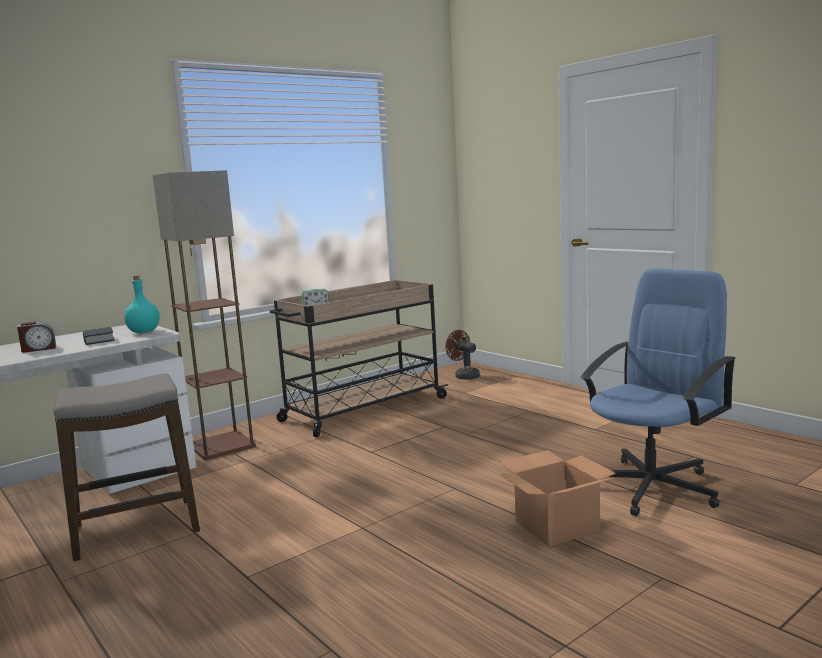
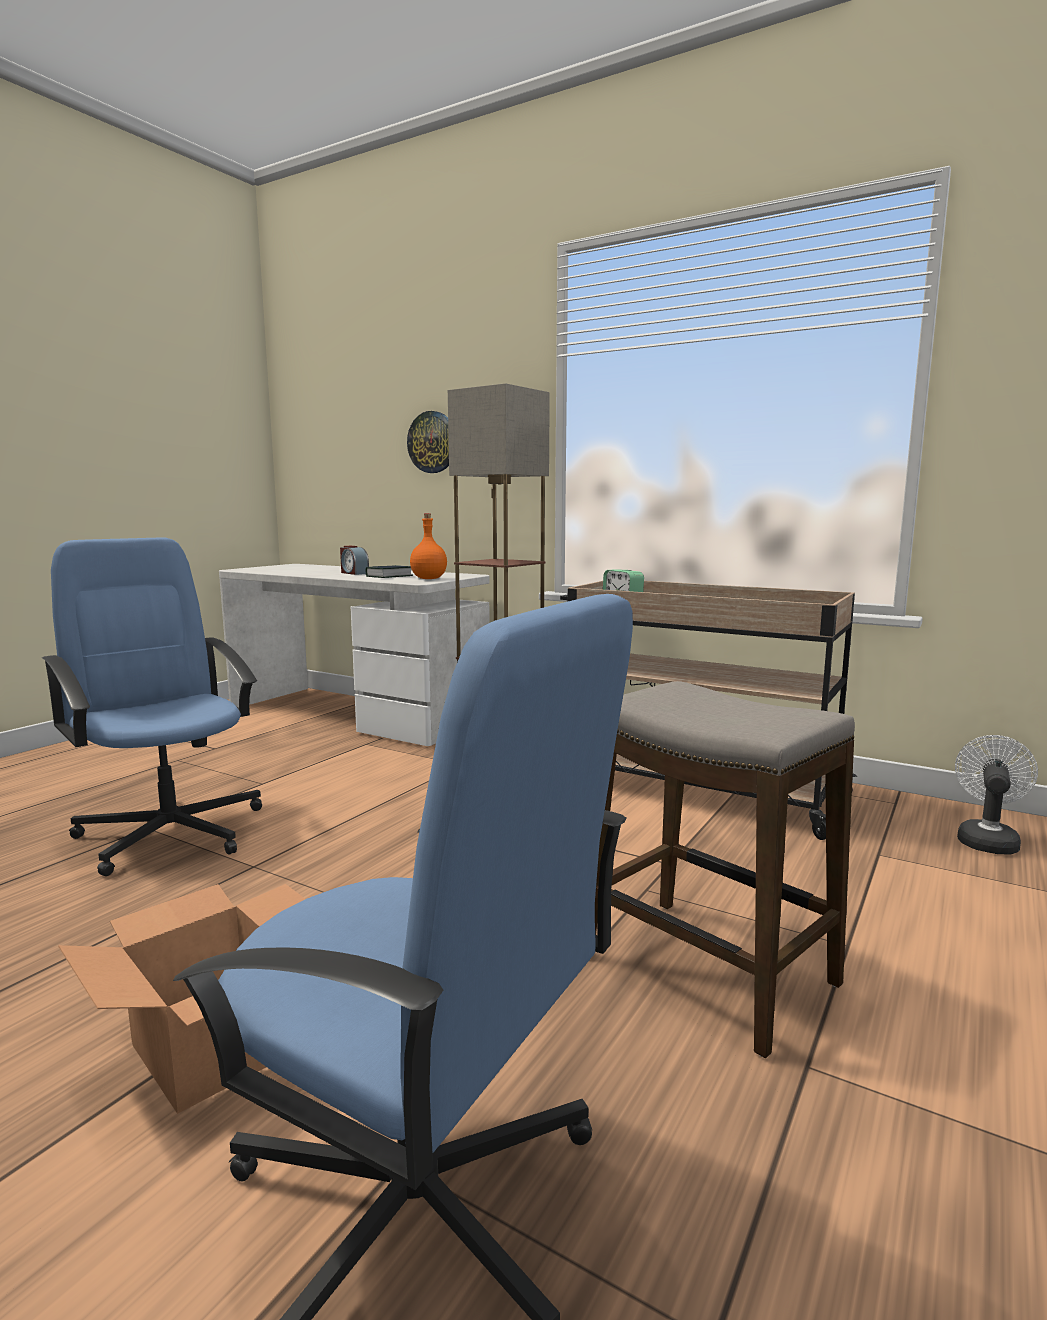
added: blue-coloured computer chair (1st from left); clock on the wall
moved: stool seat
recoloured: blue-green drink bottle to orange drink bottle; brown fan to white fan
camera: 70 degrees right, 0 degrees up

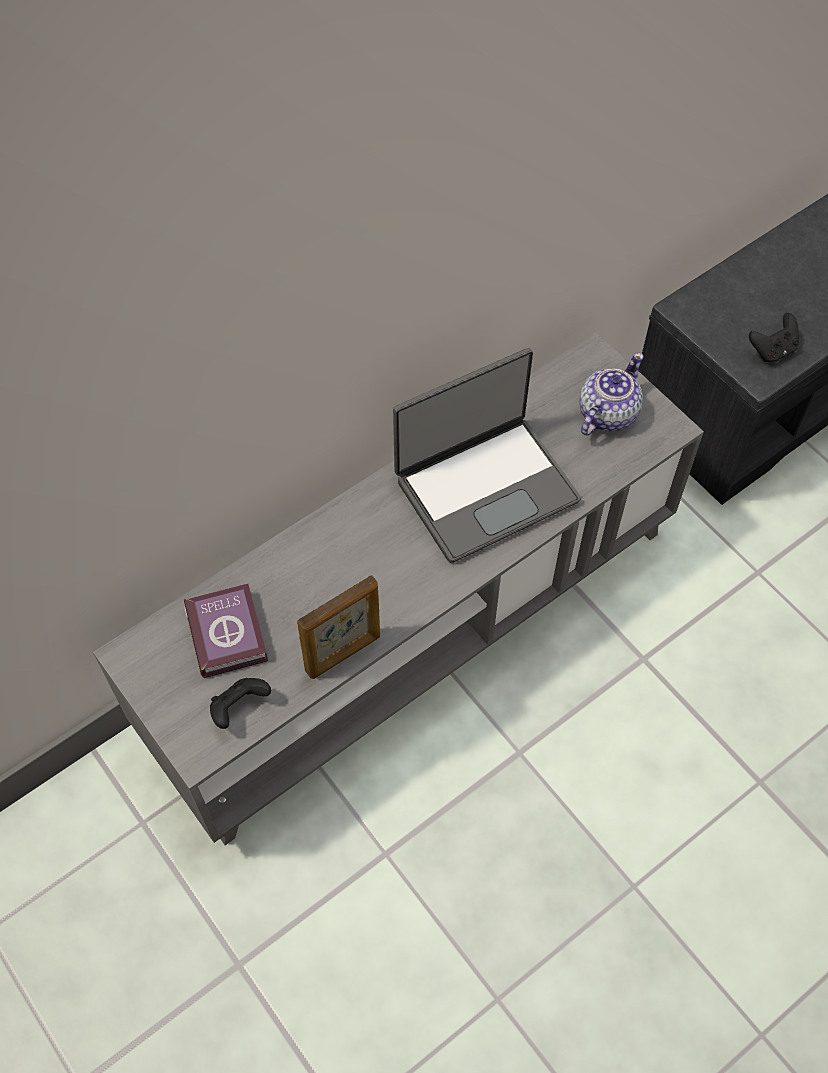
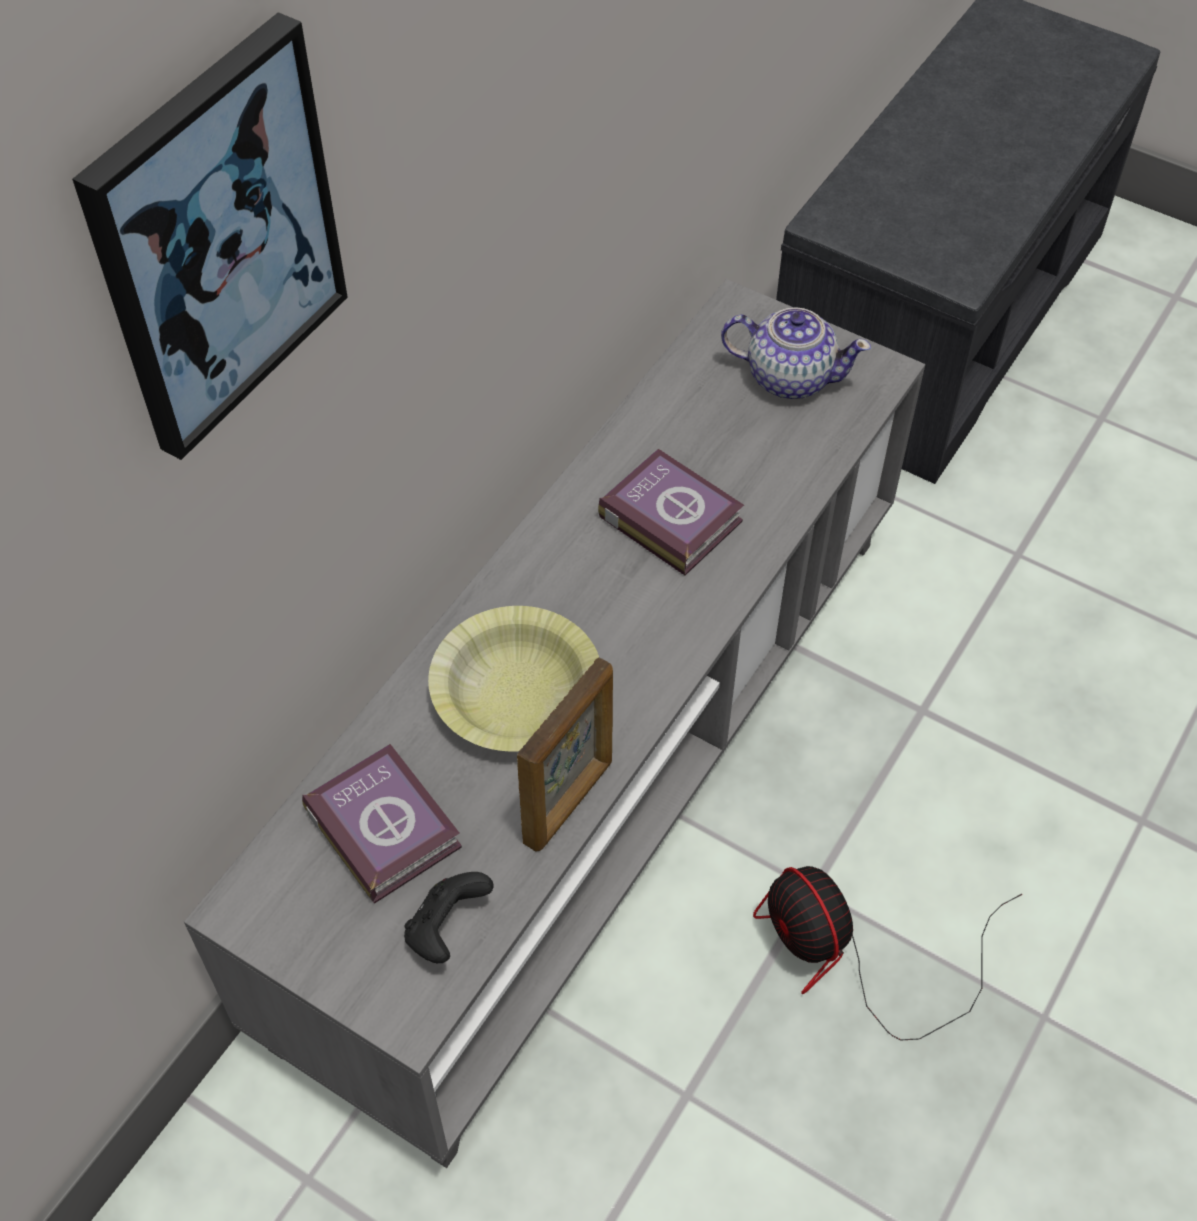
removed: blackish joypad (2nd from left)
added: wall picture; yellowish deep dish; fan
replaced: portable computer to volume (2nd from left)
turned: pot for tea 90 degrees clockwise
camera: 20 degrees left, 5 degrees down

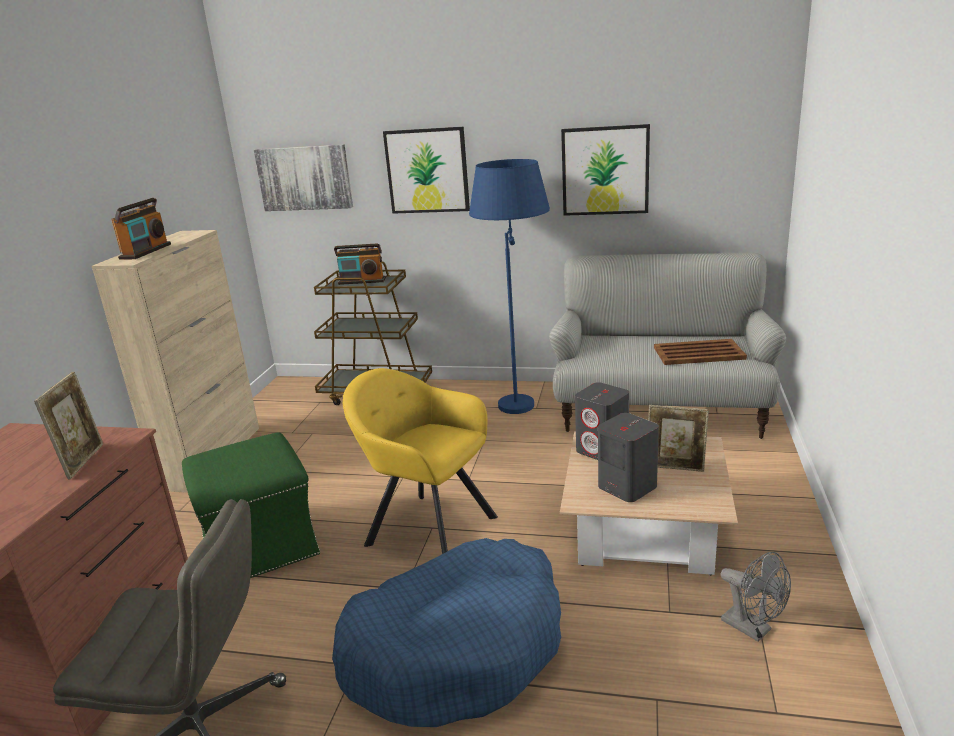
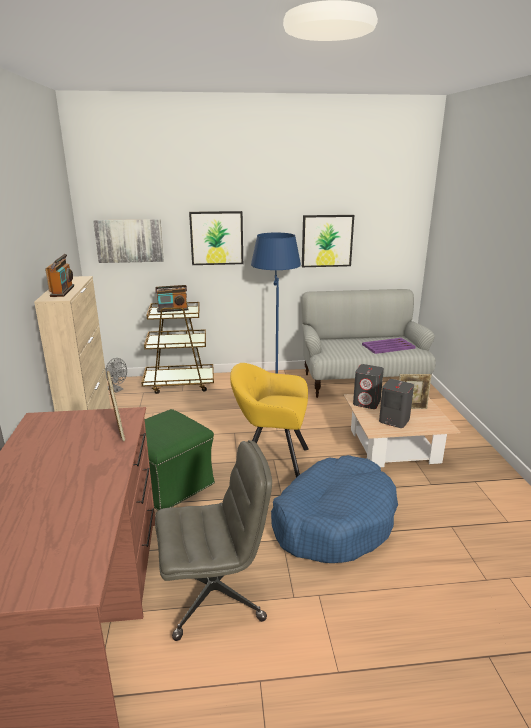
moved: grey fan
recoloured: brown serving tray to purple-coloured serving tray
camera: 20 degrees left, 0 degrees up

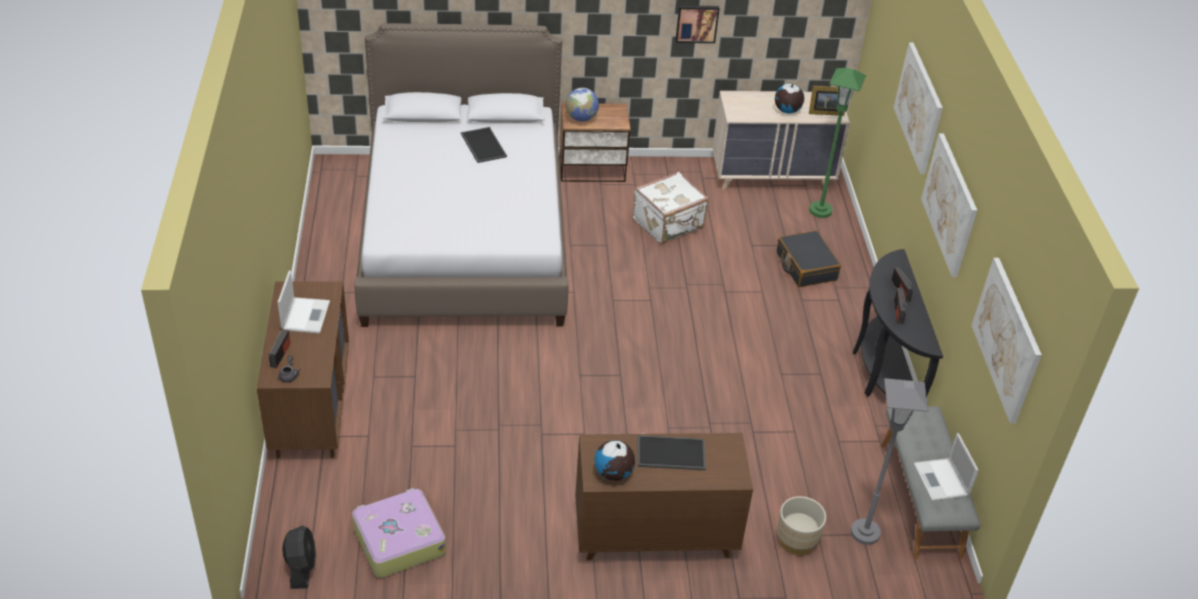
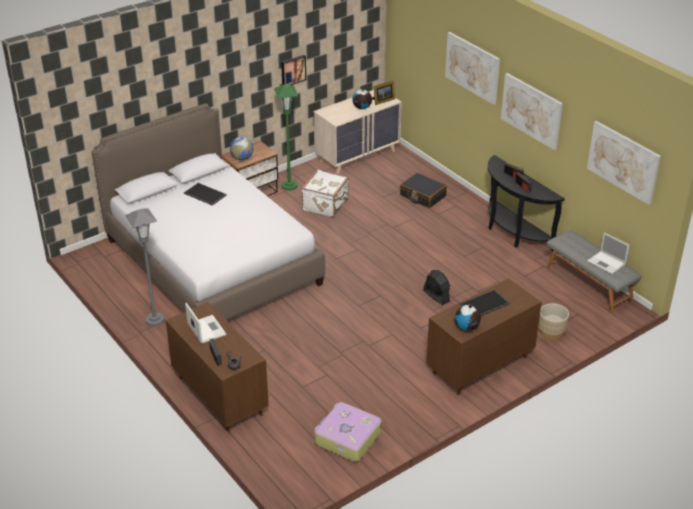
moved: blackish fan; green floor lamp; grey floor lamp
camera: 30 degrees left, 5 degrees down

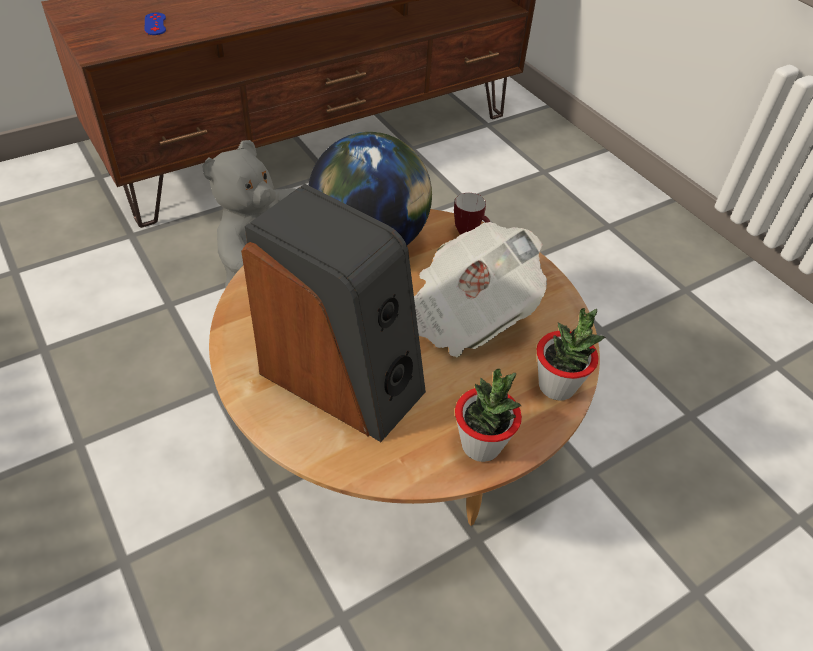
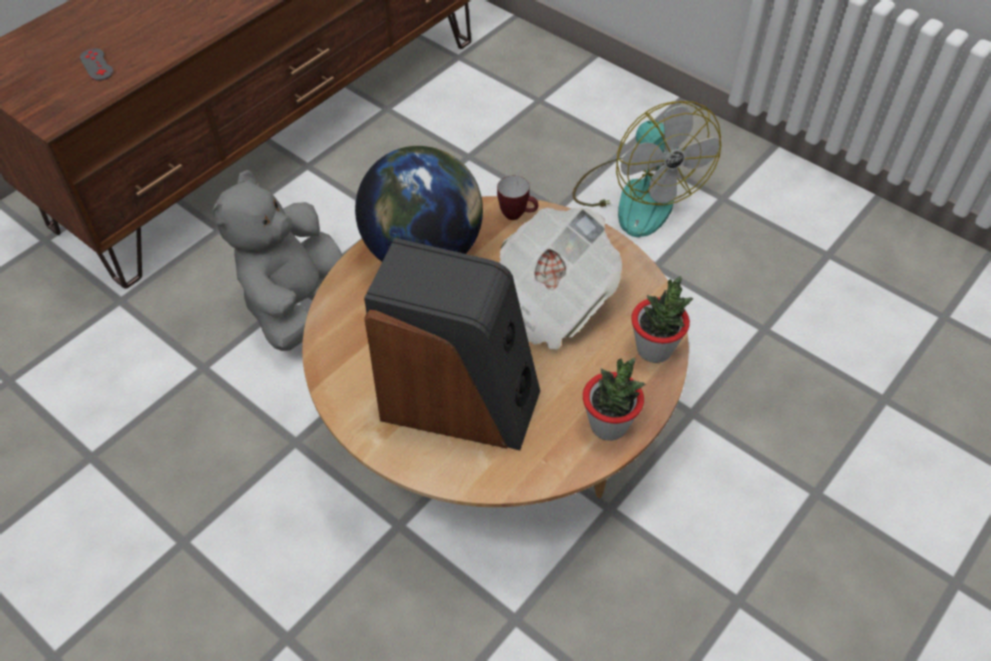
added: fan
recoloured: blue-coloured joypad to grey joypad
camera: 15 degrees left, 5 degrees up

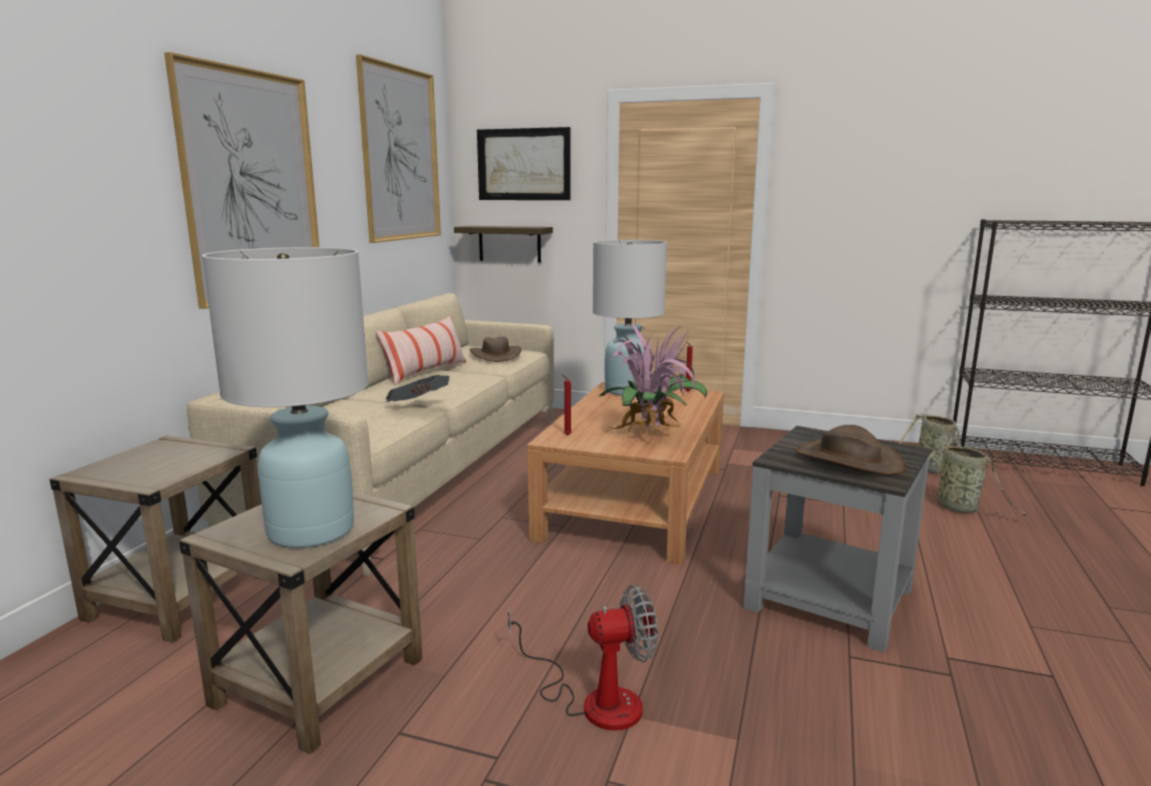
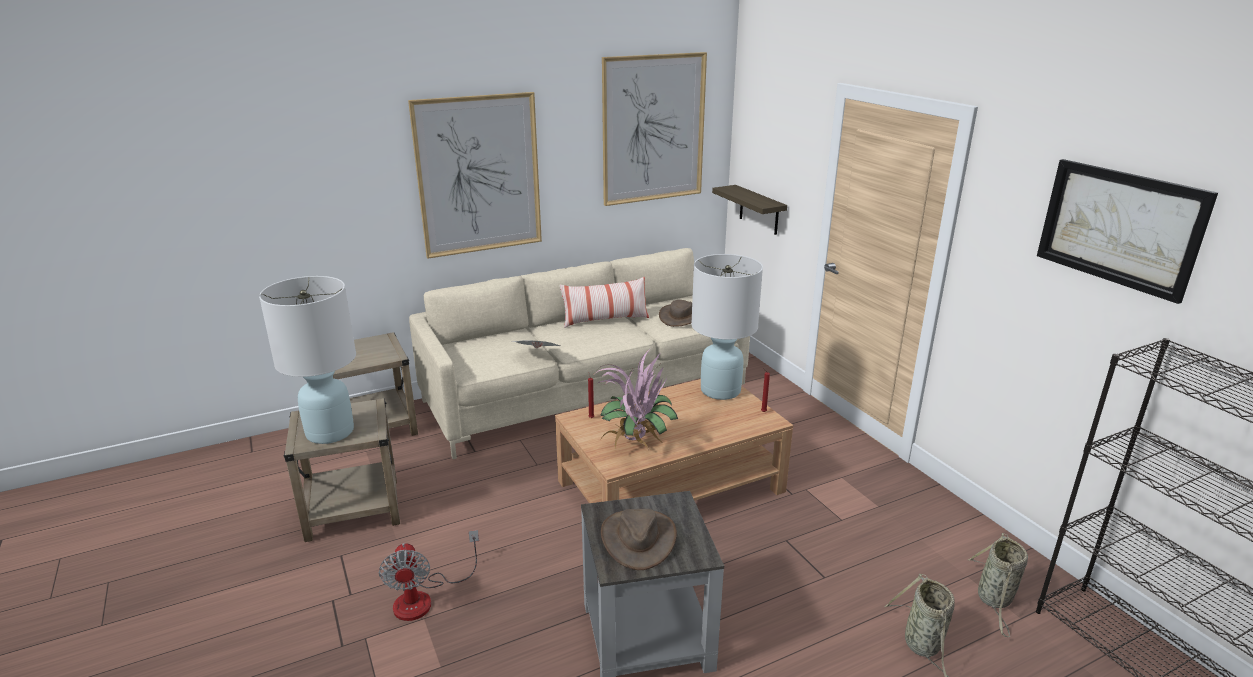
moved: wall picture (3rd from left)
turned: fan 45 degrees clockwise
camera: 45 degrees right, 10 degrees up

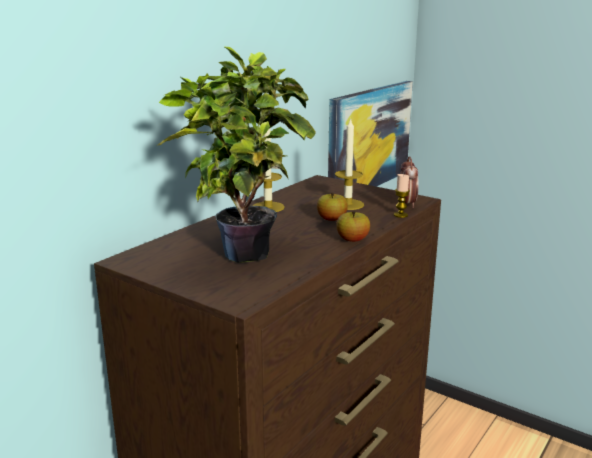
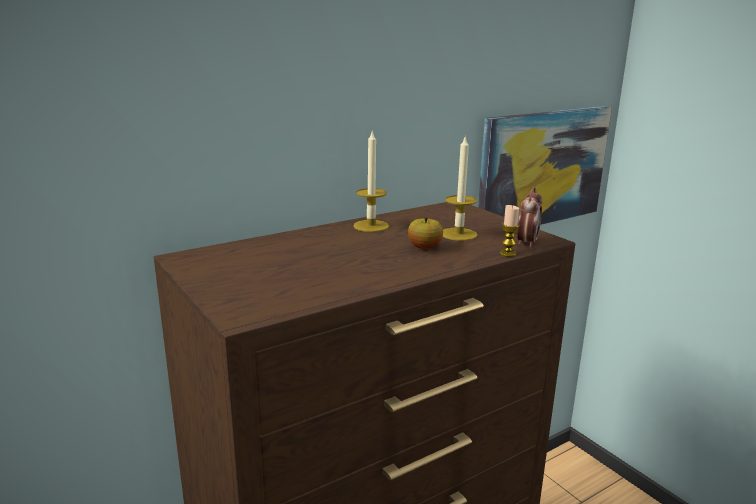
removed: potted plant; whole apple (2nd from left)
camera: 20 degrees right, 0 degrees up

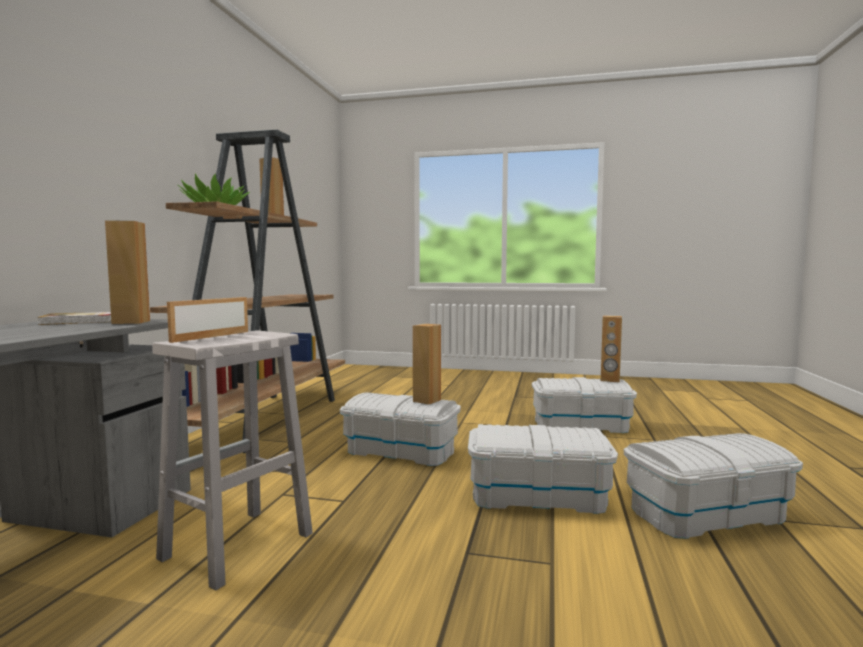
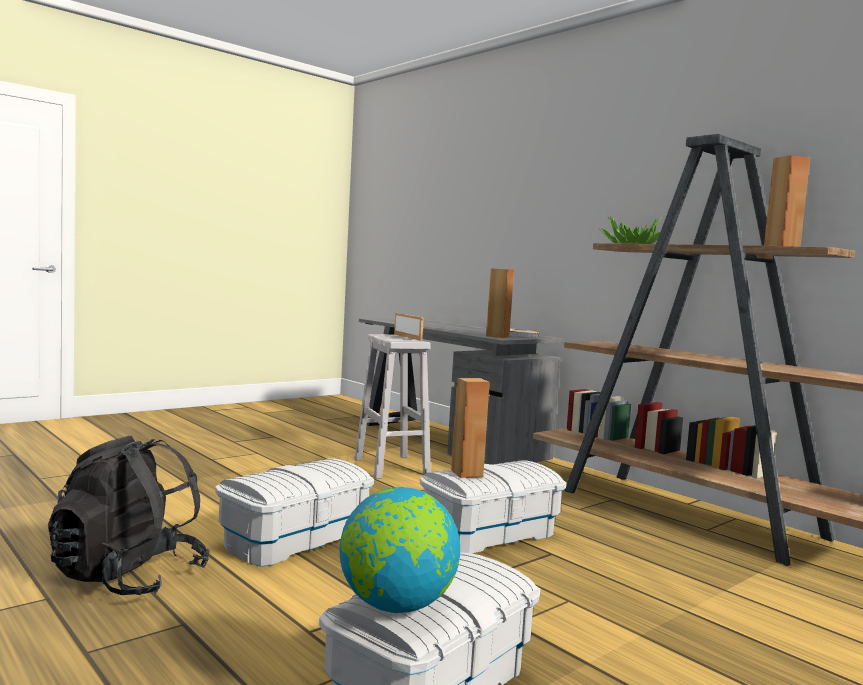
replaced: brown audio speaker (4th from left) to globe; white storage box (4th from left) to blackish rucksack
camera: 125 degrees right, 0 degrees up

